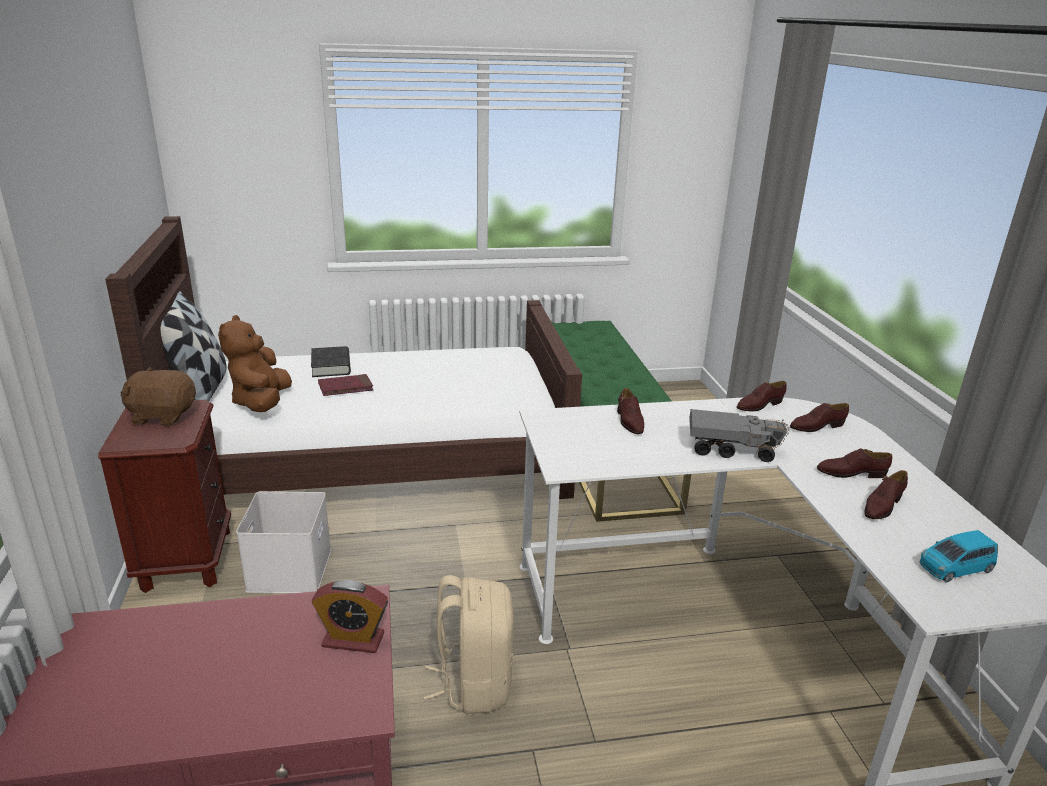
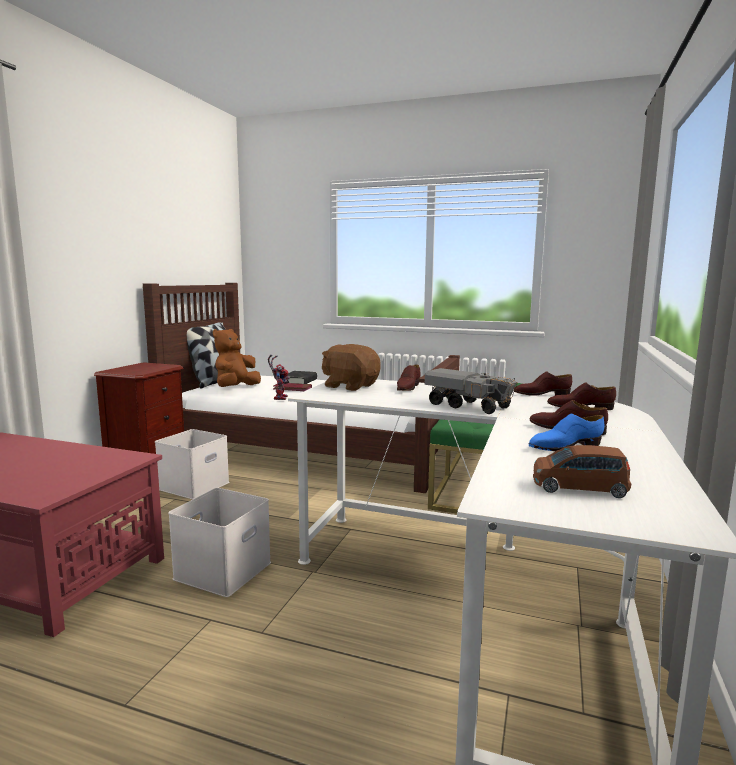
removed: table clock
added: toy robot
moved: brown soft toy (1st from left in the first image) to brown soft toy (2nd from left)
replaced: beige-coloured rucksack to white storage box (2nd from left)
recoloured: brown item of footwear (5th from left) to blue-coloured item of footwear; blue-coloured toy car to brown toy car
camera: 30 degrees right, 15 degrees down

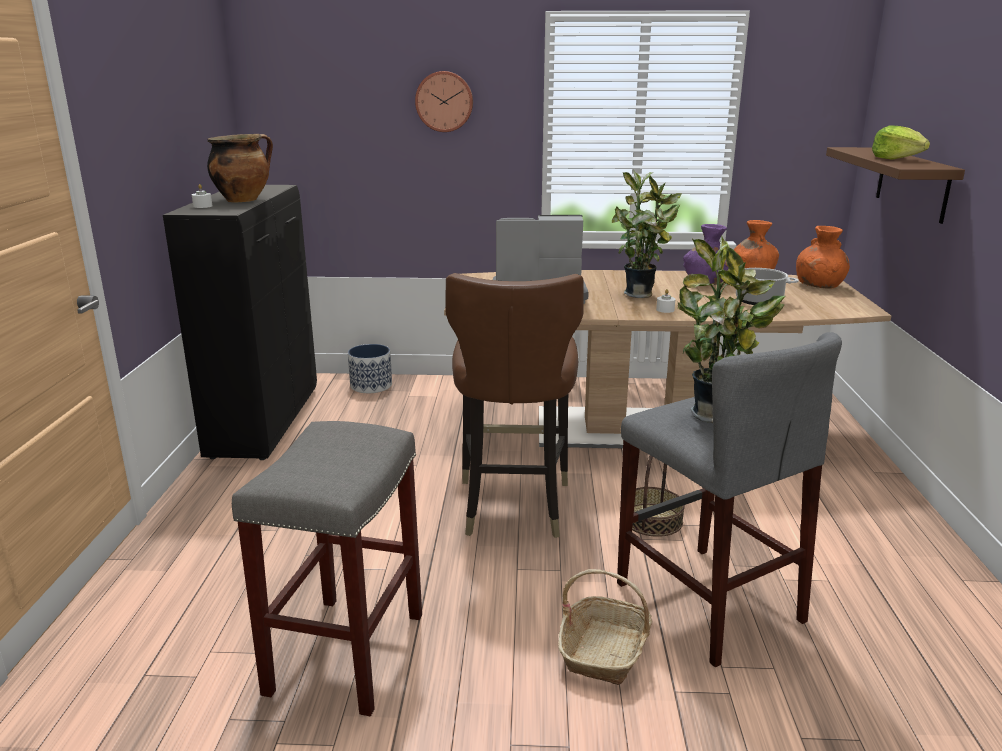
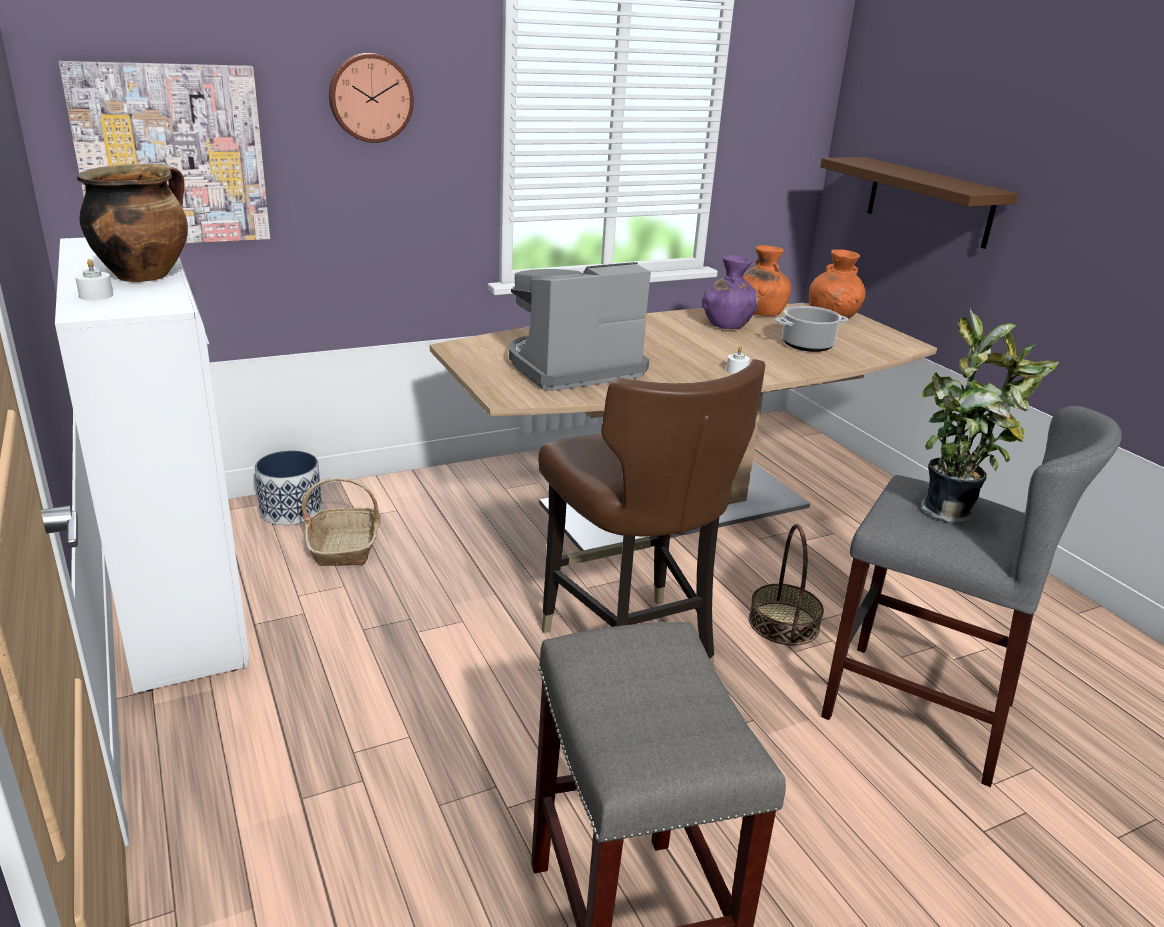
removed: potted plant (1st from left); lettuce head
added: wall picture
moved: storage basket (1st from left)
recoloured: blackish cabinet to white cabinet
camera: 30 degrees left, 5 degrees up

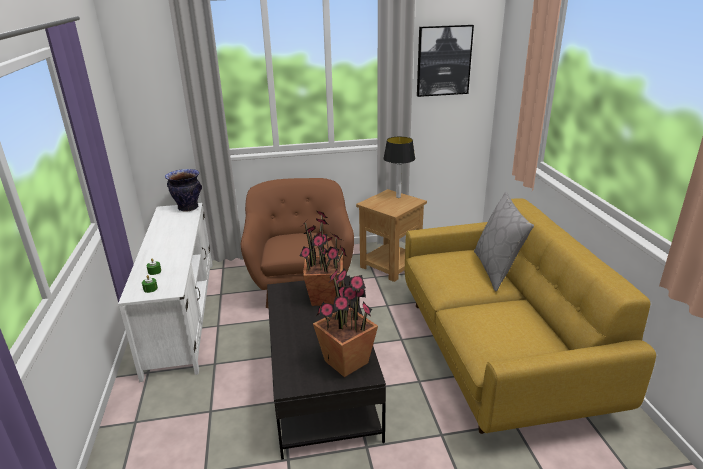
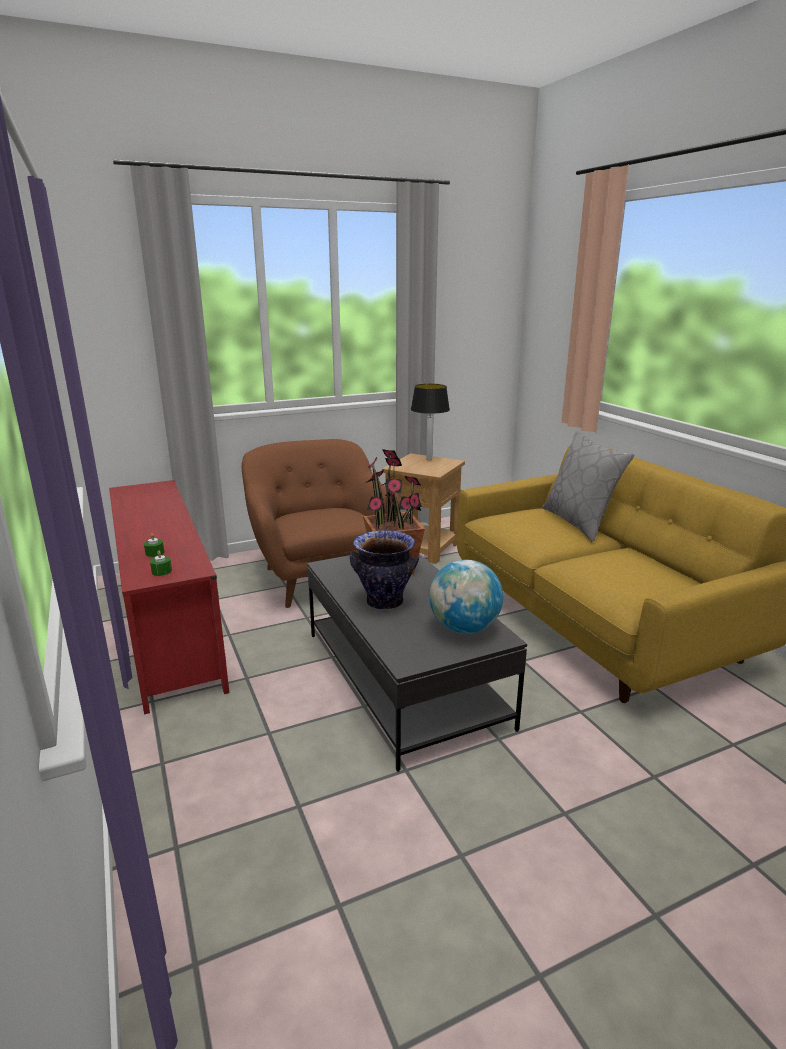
removed: wall picture
moved: decorative vase
replaced: potted plant (2nd from left) to globe
recoloured: white tv stand to reddish tv stand
camera: 15 degrees left, 5 degrees down

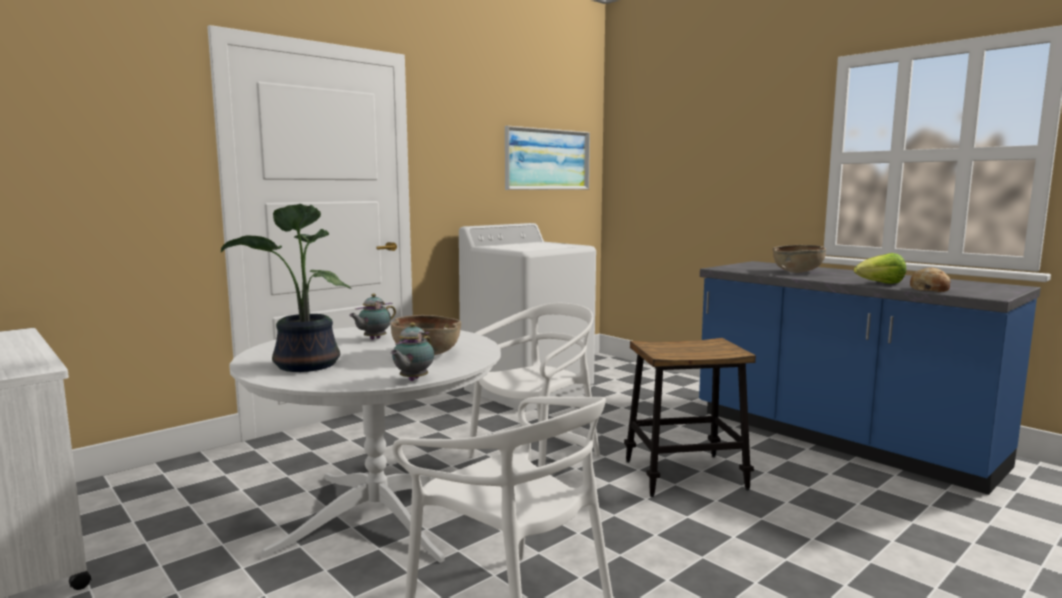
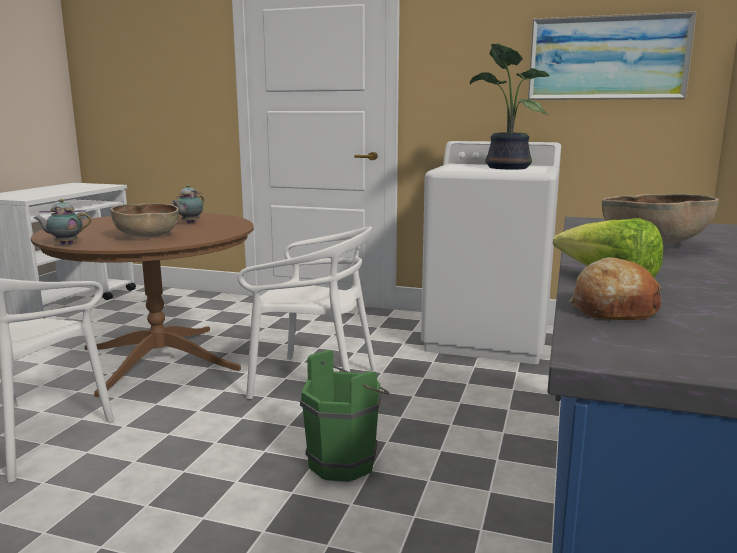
moved: potted plant
replaced: stool seat to green pail
recoloured: white kitchen table to brown kitchen table
turned: pot for tea (1st from left in the first image) 75 degrees counterclockwise
camera: 60 degrees right, 5 degrees up

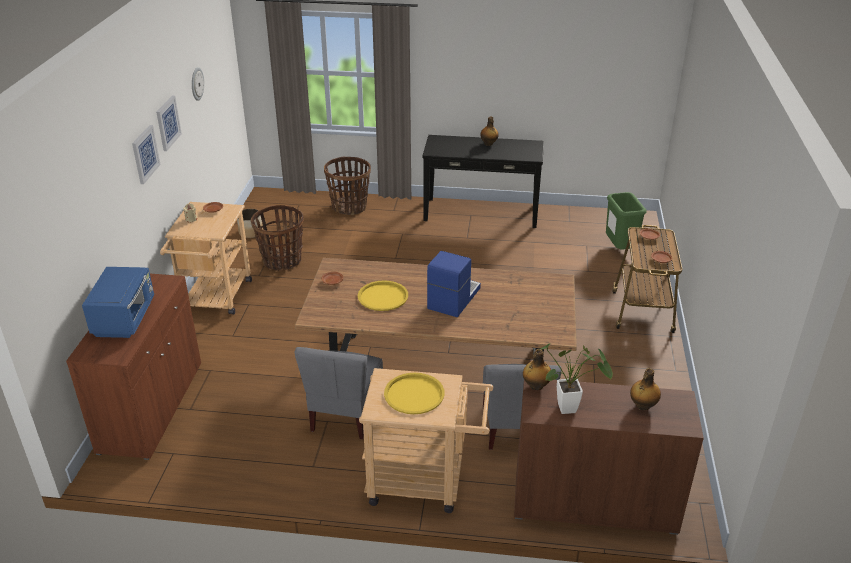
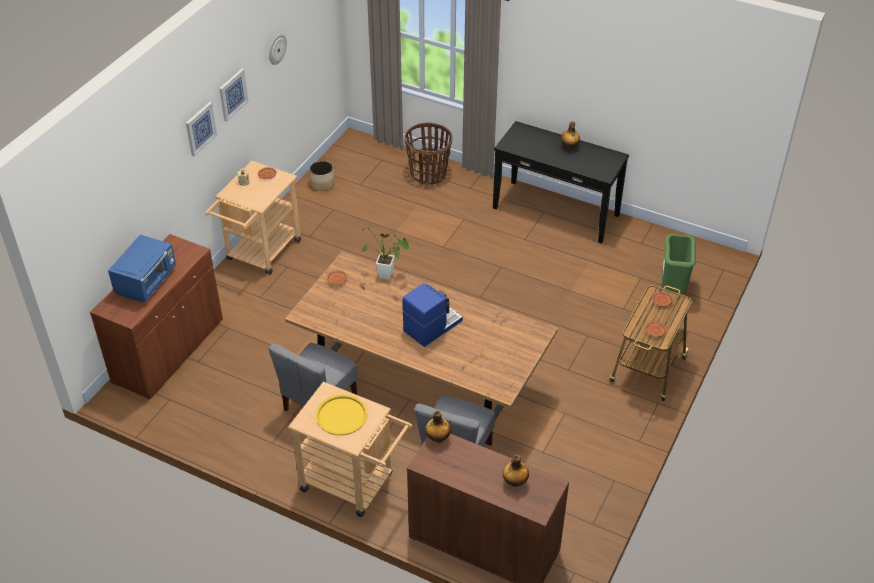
removed: storage basket (1st from left); yellowish serving tray (1st from left)
moved: potted plant
camera: 20 degrees right, 10 degrees up

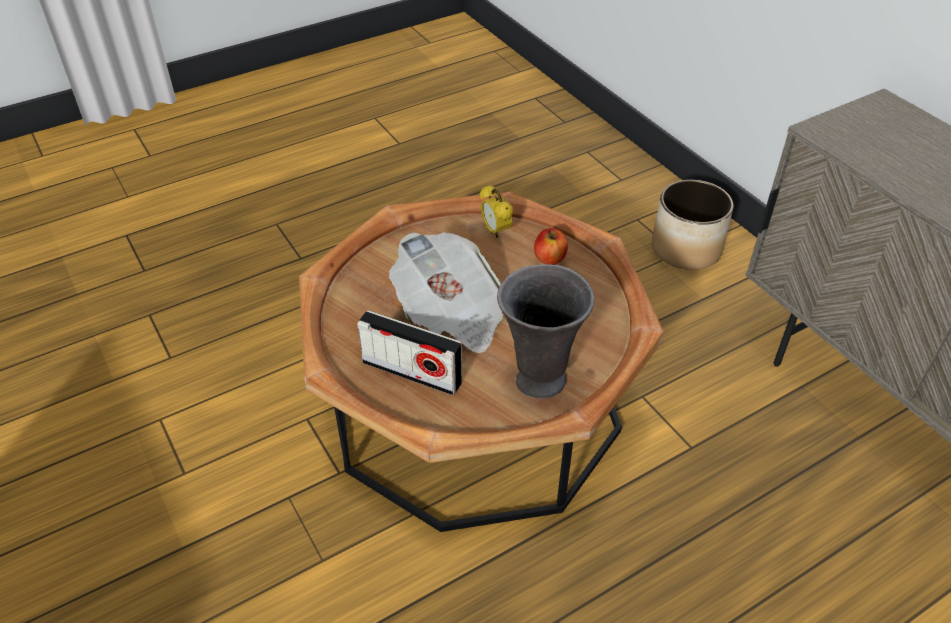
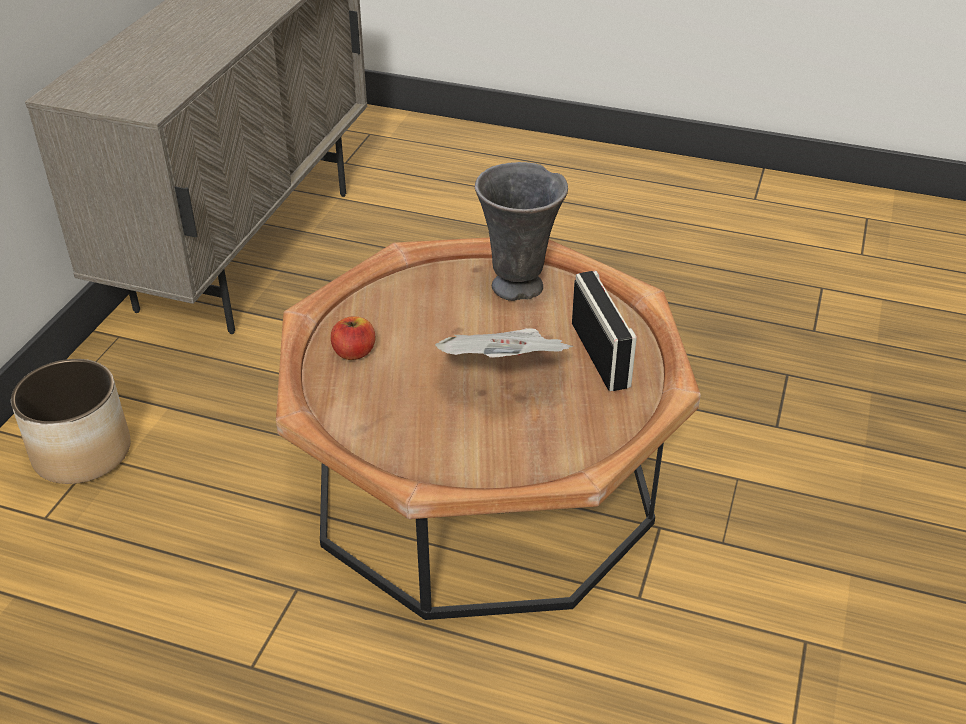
removed: table clock
camera: 130 degrees left, 5 degrees down

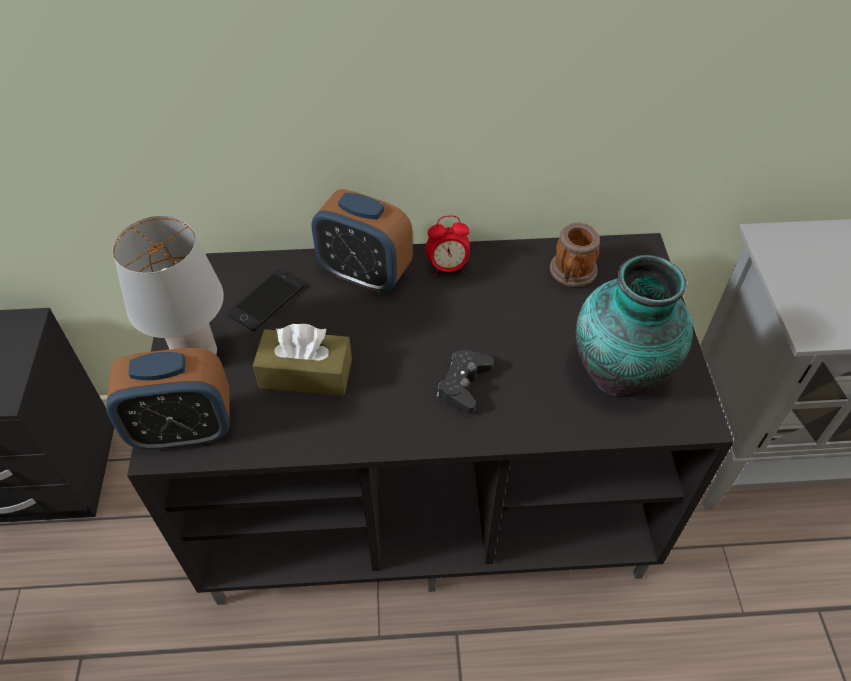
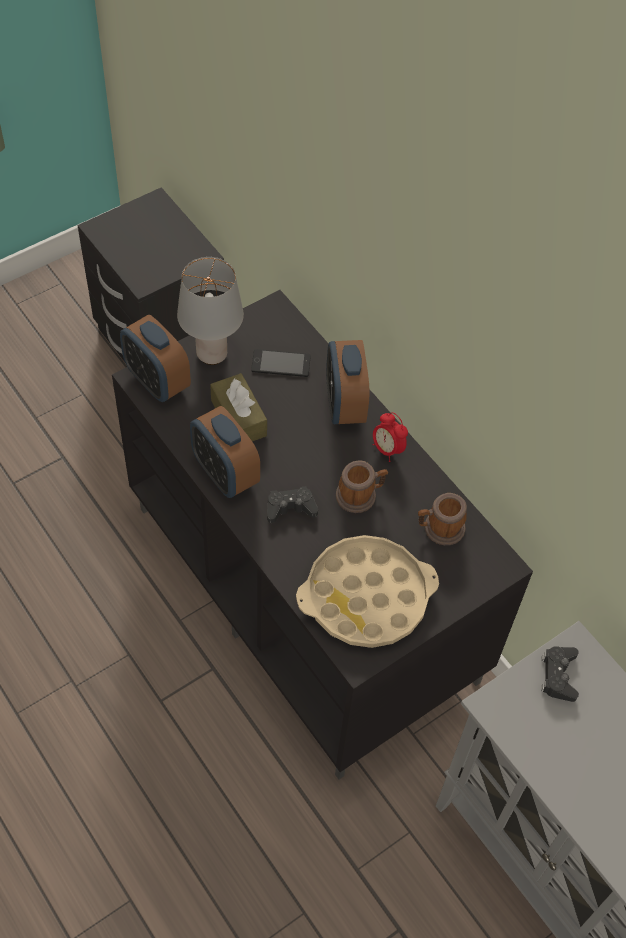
added: table clock (2nd from left); tea mug (1st from left); blackish joypad (2nd from left)
replaced: decorative vase to beige-coloured serving tray
camera: 55 degrees right, 5 degrees up

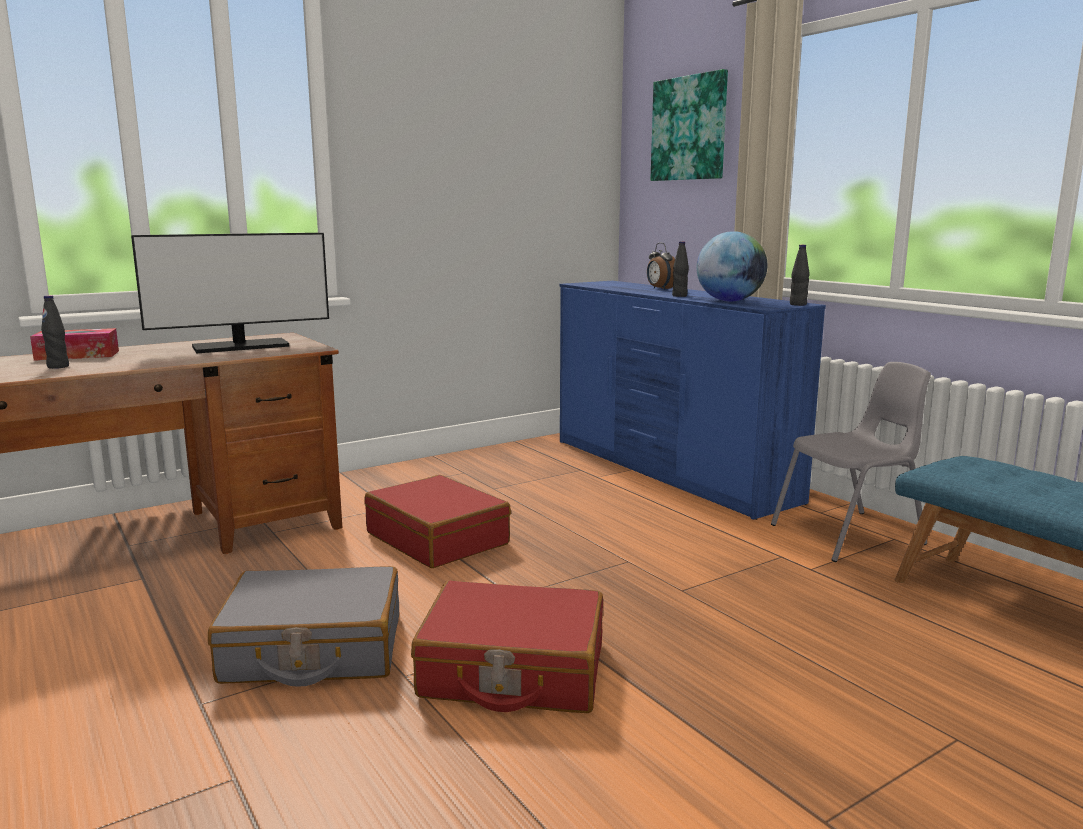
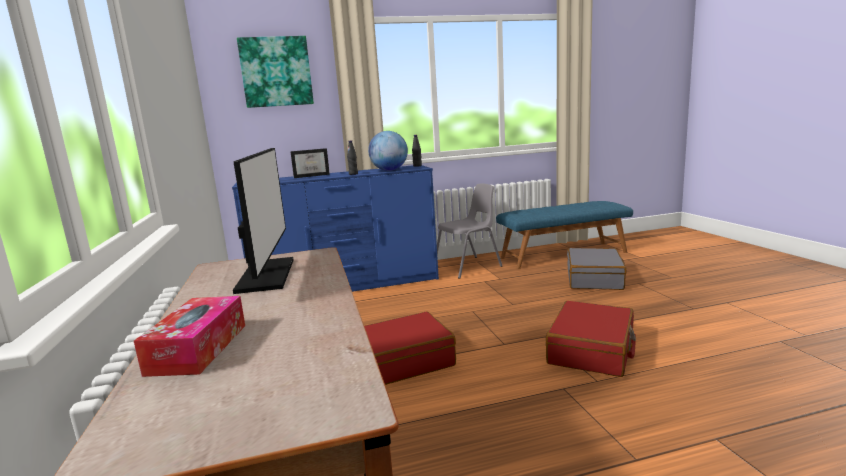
removed: blackish drink bottle (1st from left)
moved: grey suitcase
replaced: table clock to photo frame
turned: grey chair 60 degrees clockwise
camera: 70 degrees left, 0 degrees up

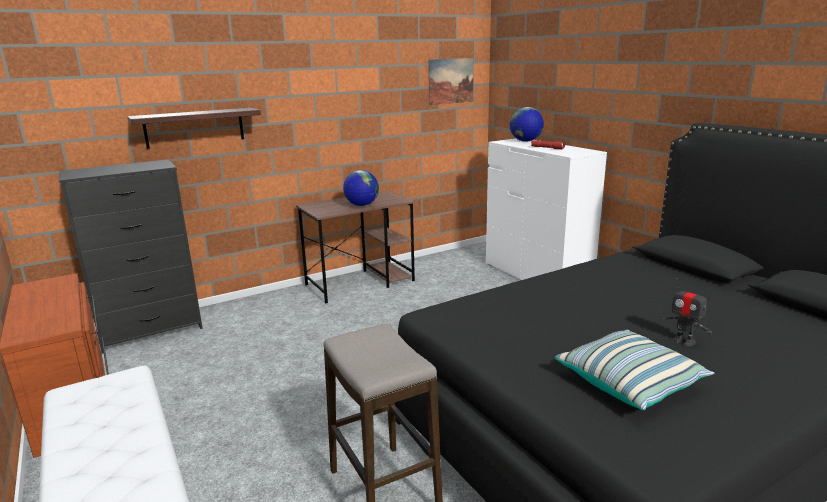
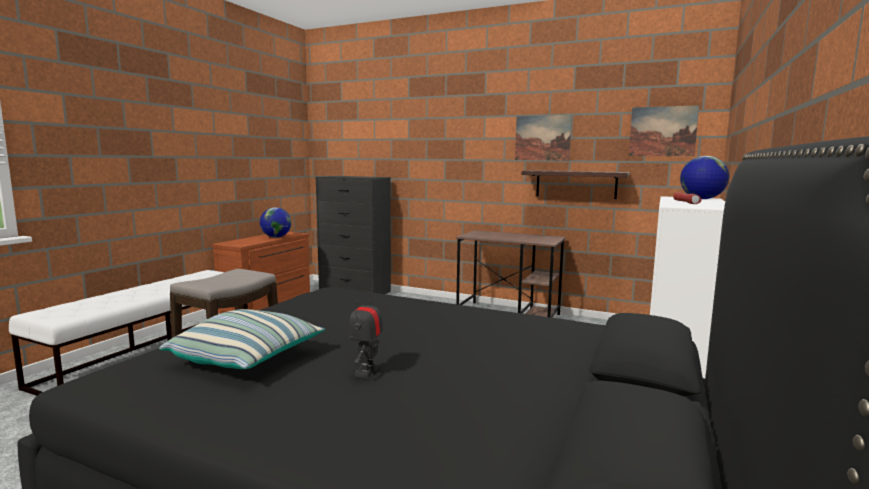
added: wall picture (1st from left)
moved: shelf; globe (1st from left)
camera: 55 degrees right, 10 degrees down

